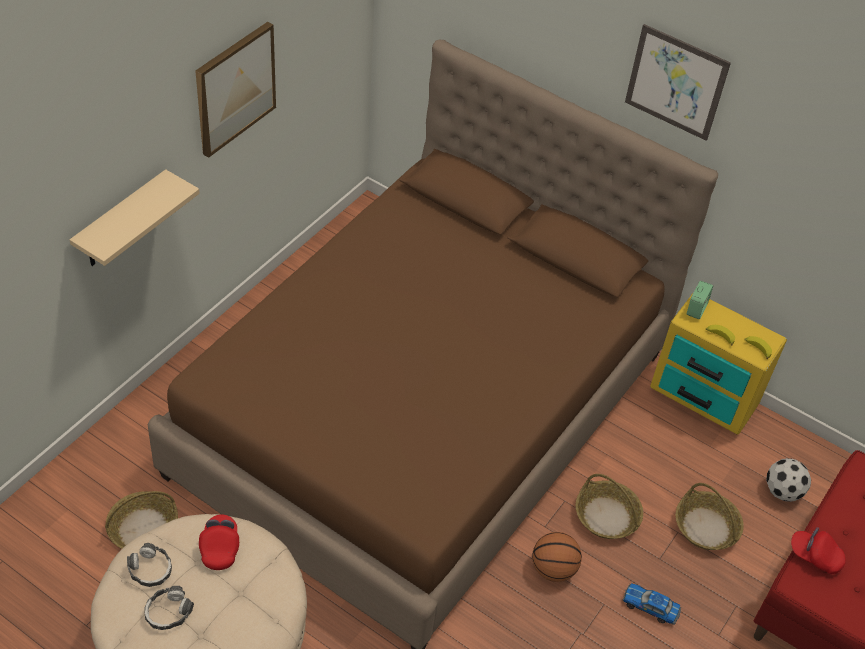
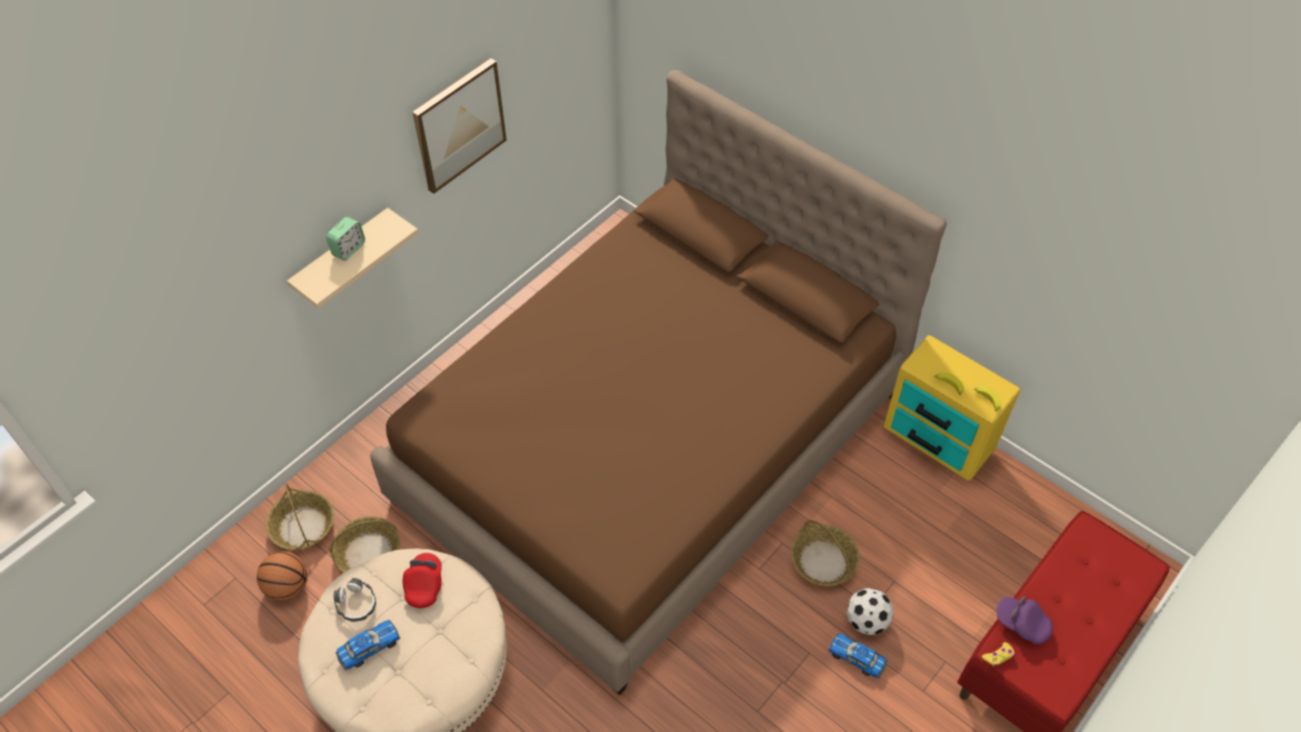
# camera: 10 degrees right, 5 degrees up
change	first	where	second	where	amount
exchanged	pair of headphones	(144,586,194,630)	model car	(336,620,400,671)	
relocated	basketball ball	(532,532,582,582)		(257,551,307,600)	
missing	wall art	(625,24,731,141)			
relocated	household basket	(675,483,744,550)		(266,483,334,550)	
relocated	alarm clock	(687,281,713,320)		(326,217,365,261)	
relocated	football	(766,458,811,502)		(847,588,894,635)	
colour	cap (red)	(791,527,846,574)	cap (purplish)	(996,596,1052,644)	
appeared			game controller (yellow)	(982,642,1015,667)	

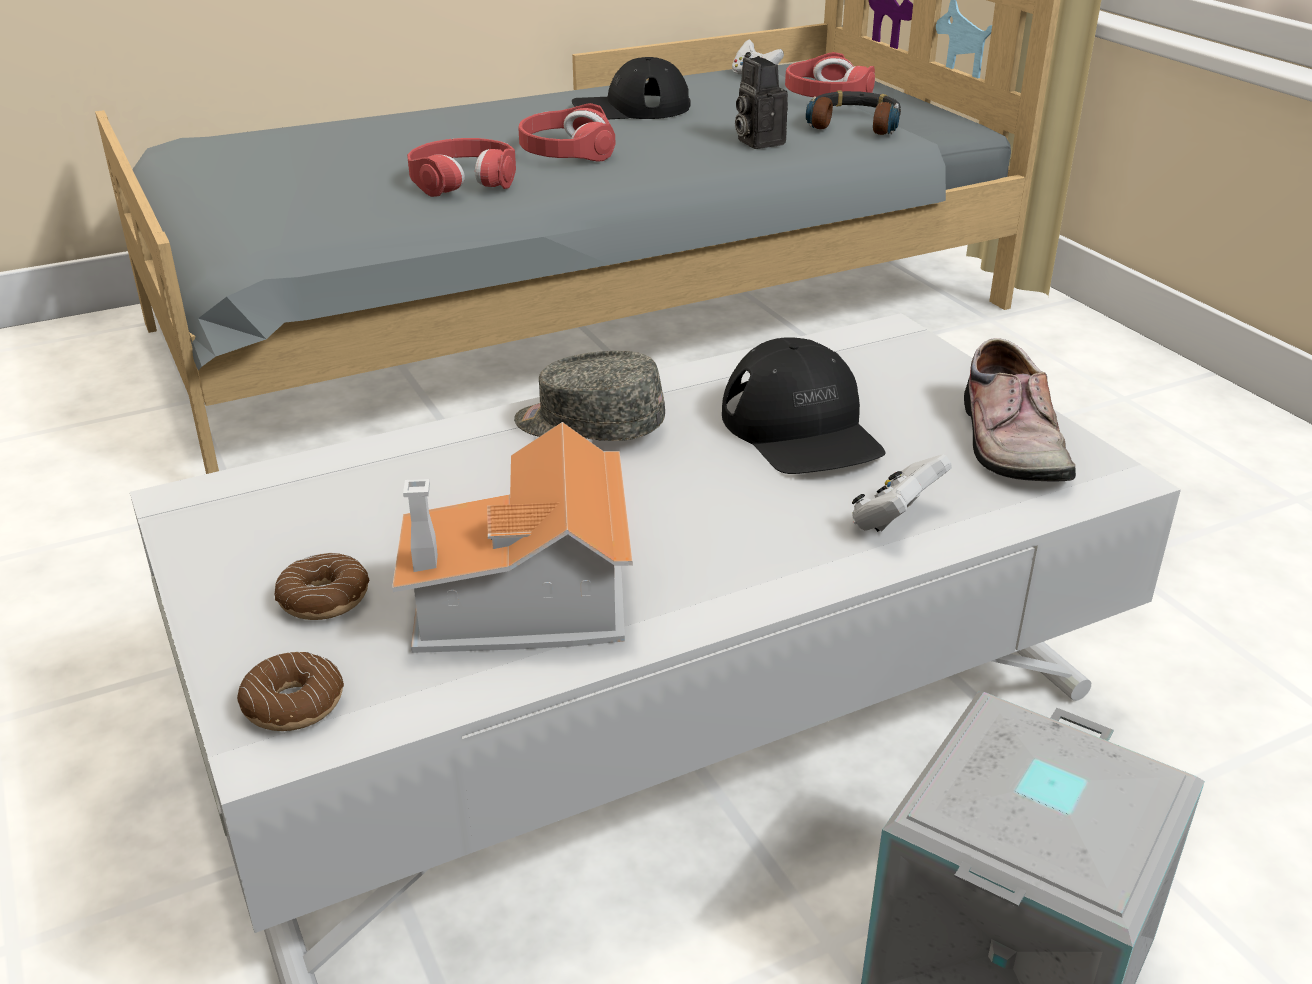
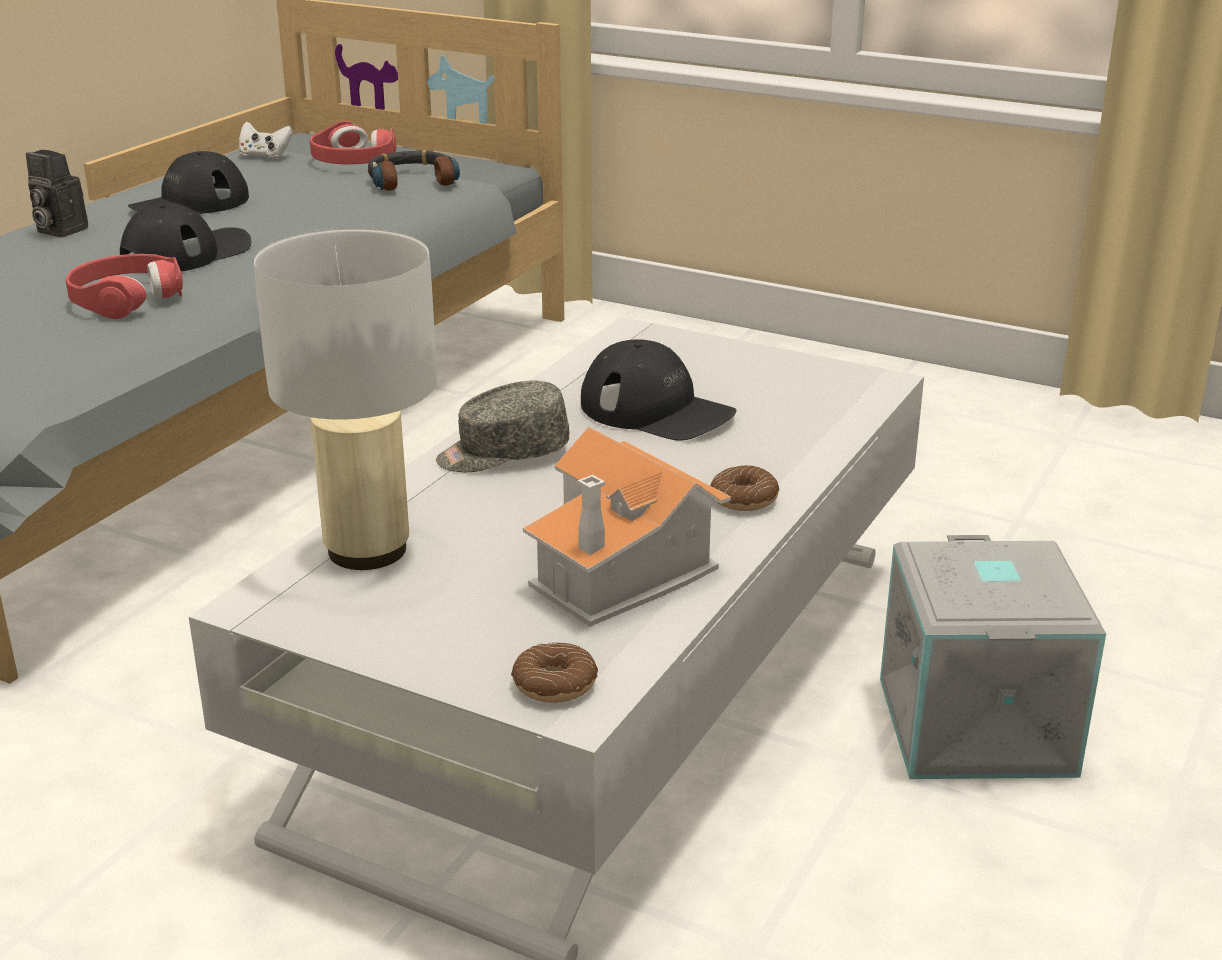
# camera: 35 degrees left, 5 degrees down
change	first	where	second	where	amount
relocated	donut	(274,553,370,620)		(710,465,779,511)	
exchanged	pair of headphones (red)	(518,103,615,162)	cap (black)	(120,203,251,271)	
relocated	photo camera	(735,57,788,149)		(26,150,88,237)	
missing	game controller (white-coloured)	(852,454,952,532)			
missing	item of footwear	(964,338,1076,482)			
appeared			lamp for a table (white-coloured)	(254,228,437,570)	

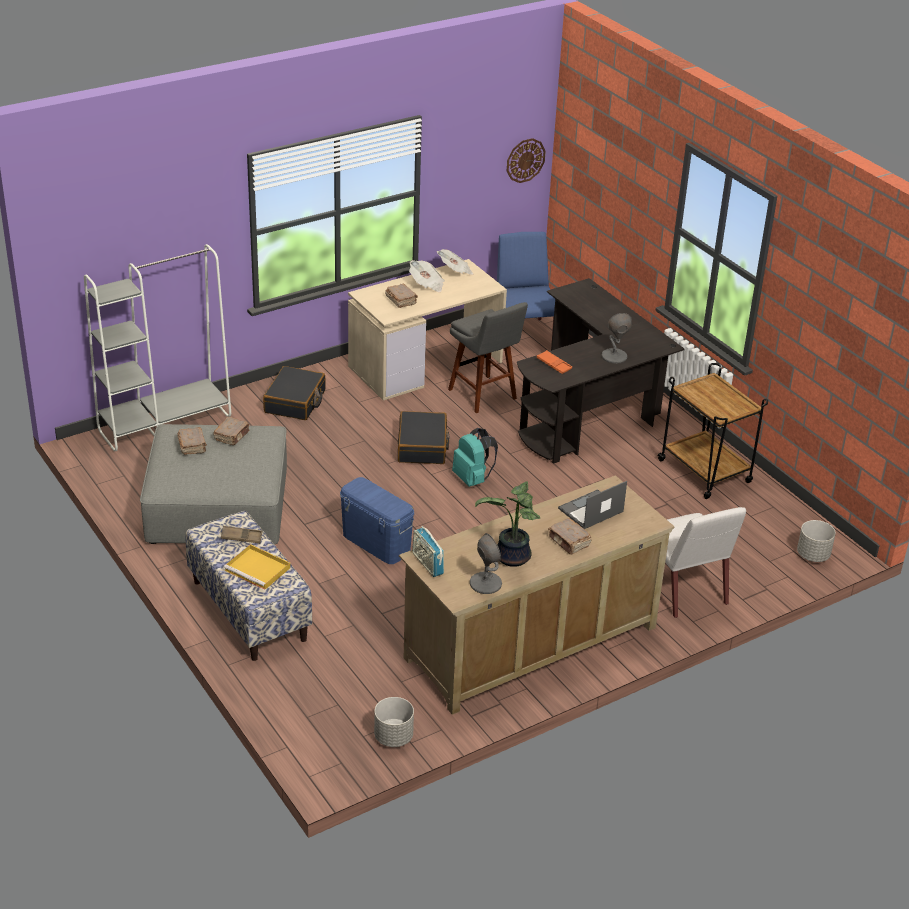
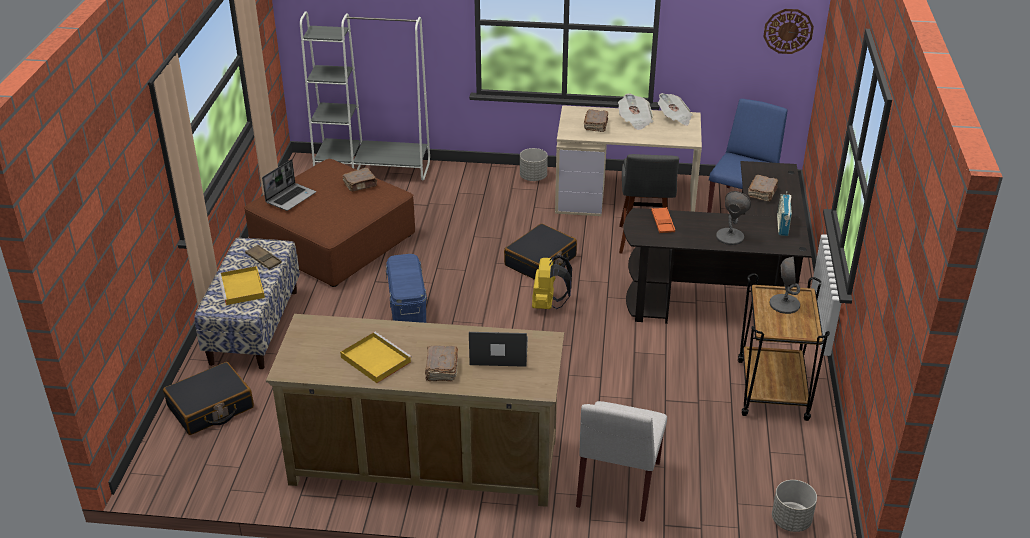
# camera: 40 degrees right, 0 degrees up
change	first	where	second	where	amount
colour	footrest (gray)	(140,424,287,545)	footrest (brown)	(244,159,415,287)	
relocated	volume (brown)	(177,427,207,455)		(748,175,778,201)	
relocated	suitcase (black)	(263,366,326,420)		(163,362,254,435)	
relocated	flower pot (gray)	(374,697,414,747)		(520,148,548,181)	
relocated	radio	(412,526,444,577)		(777,191,792,236)	
colour	backpack (turquoise)	(452,428,498,487)	backpack (yellow)	(532,255,572,309)	
relocated	lamp for a table (gray)	(470,533,502,594)		(769,256,800,314)	
exchanged	plant in a pot	(475,481,540,567)	carrying tray (yellow)	(340,332,412,383)	
appeared			portable computer	(262,159,316,211)	

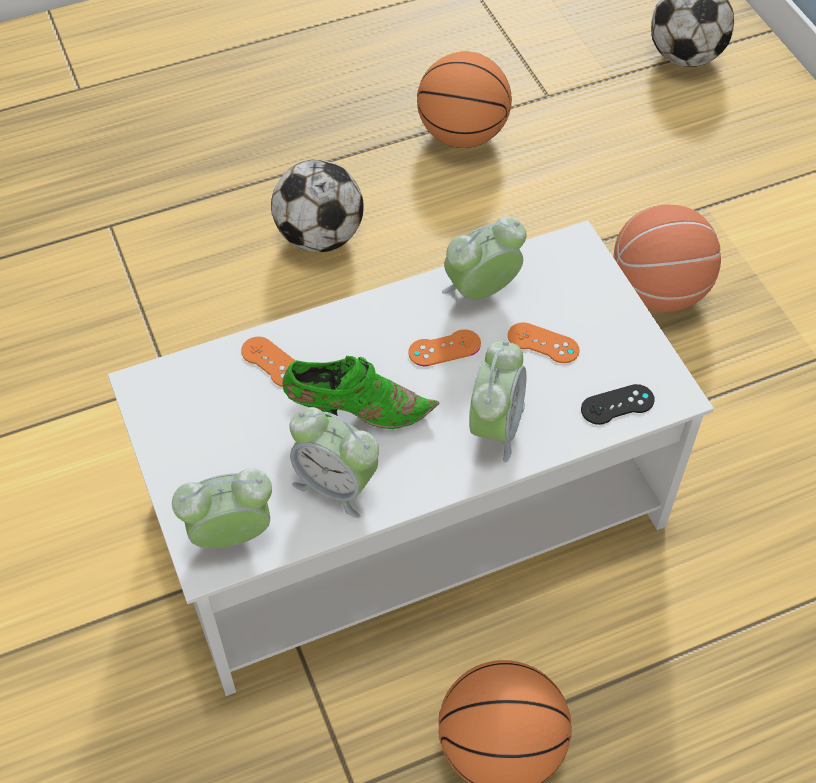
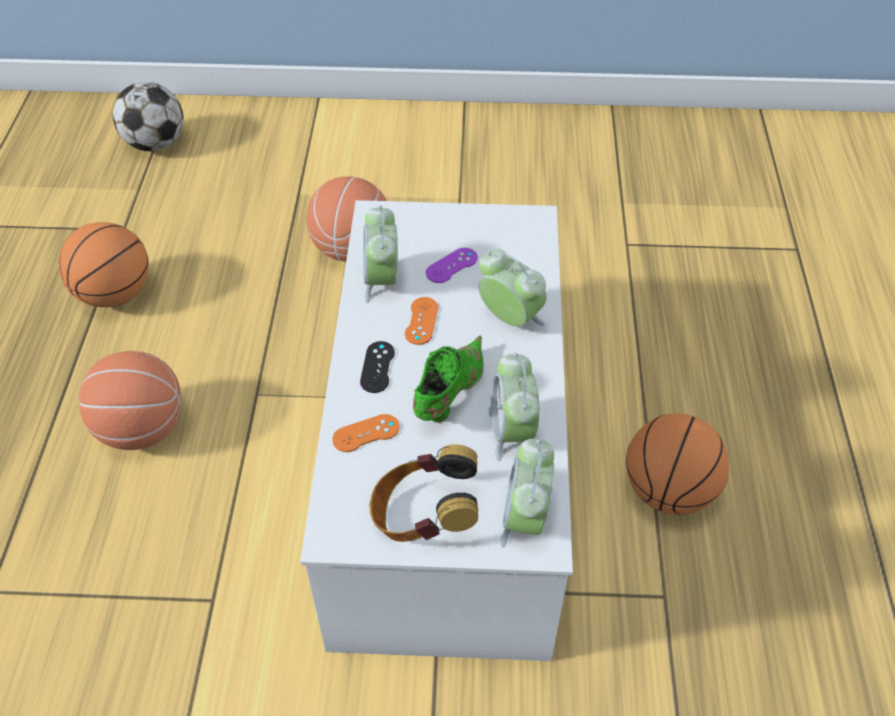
# camera: 65 degrees left, 5 degrees down
change	first	where	second	where	amount
exchanged	football	(271,159,364,252)	basketball ball	(79,351,182,450)	
spun	alarm clock	(289,407,379,518)		(489,353,540,461)	120 degrees clockwise
colour	game controller (orange)	(508,322,579,363)	game controller (purplish)	(426,248,478,283)	
relocated	game controller (black)	(581,384,655,425)		(360,341,395,393)	
appeared			pair of headphones	(370,444,478,542)	

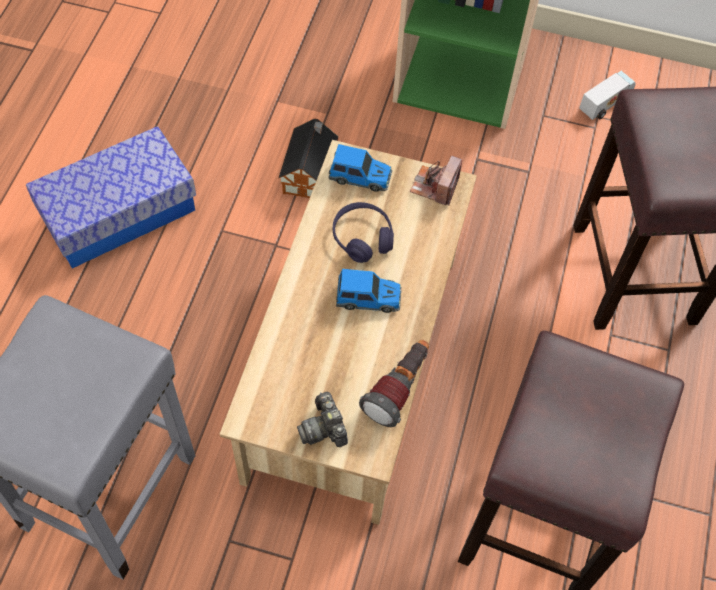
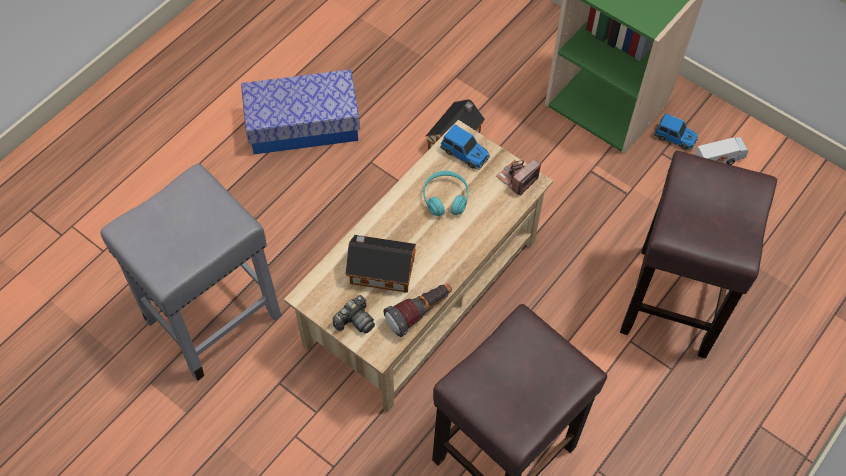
# camera: 25 degrees right, 0 degrees up
change	first	where	second	where	amount
spun	photo camera	(297,392,348,447)		(333,295,375,334)	135 degrees counterclockwise
colour	pair of headphones (purplish)	(333,202,394,263)	pair of headphones (turquoise)	(423,171,468,216)	
relocated	model car	(336,269,401,313)		(654,113,698,150)	
appeared			model house	(345,235,416,293)	

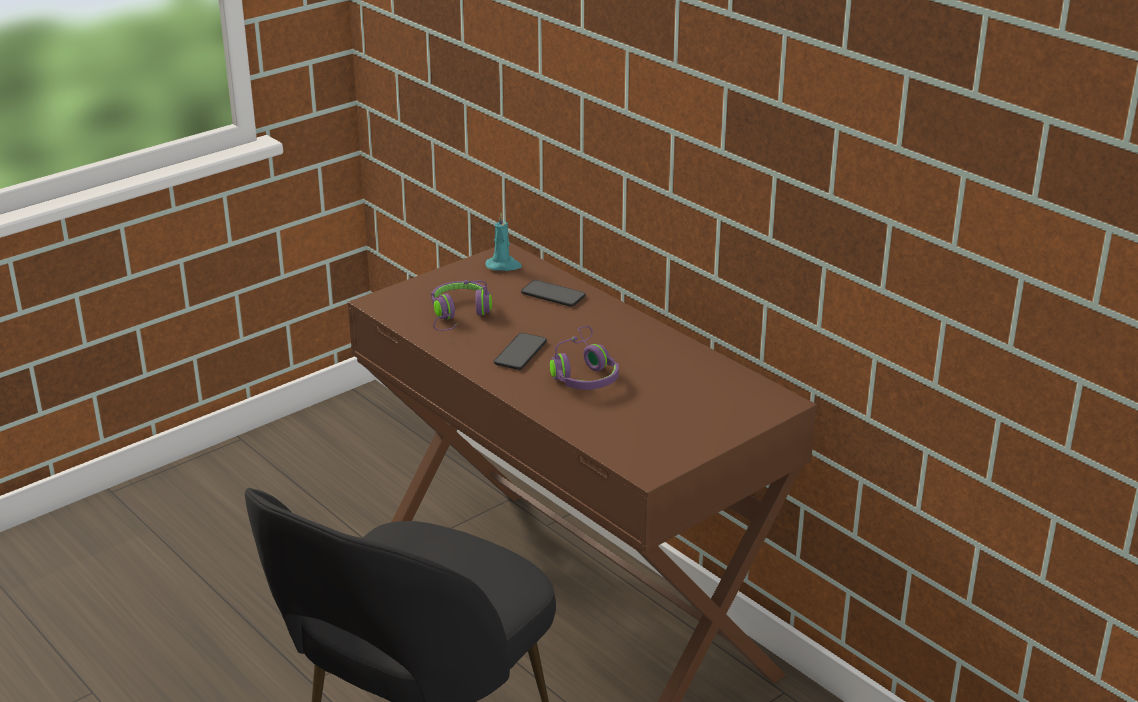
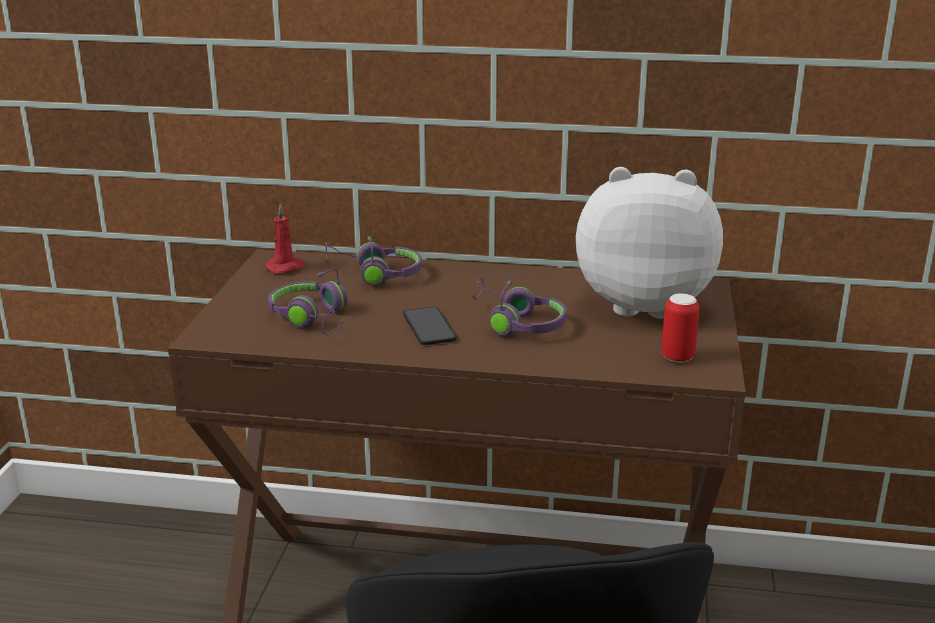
# camera: 40 degrees left, 5 degrees down
change	first	where	second	where	amount
colour	candle (turquoise)	(486,212,522,271)	candle (red)	(265,204,306,274)	
exchanged	handset	(521,280,586,306)	pair of headphones (purplish)	(326,236,422,286)	
appeared			cuddly toy	(576,167,723,319)	
appeared			sealed can	(661,293,700,363)	

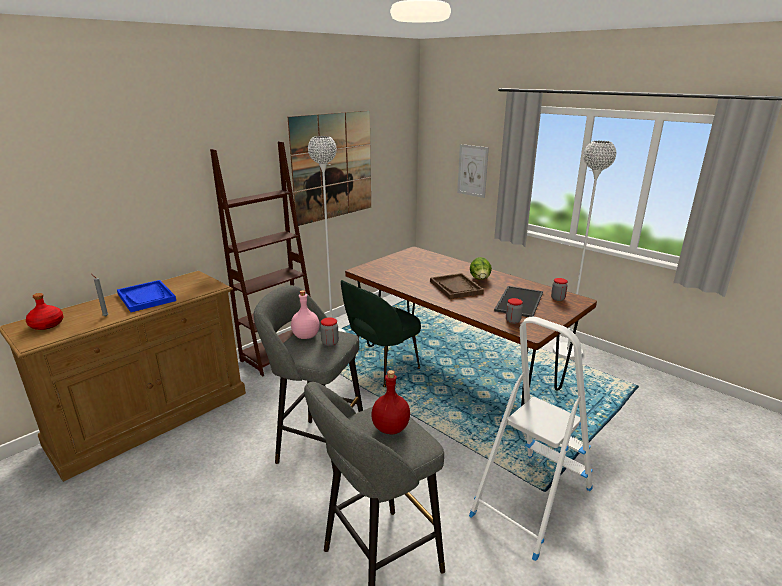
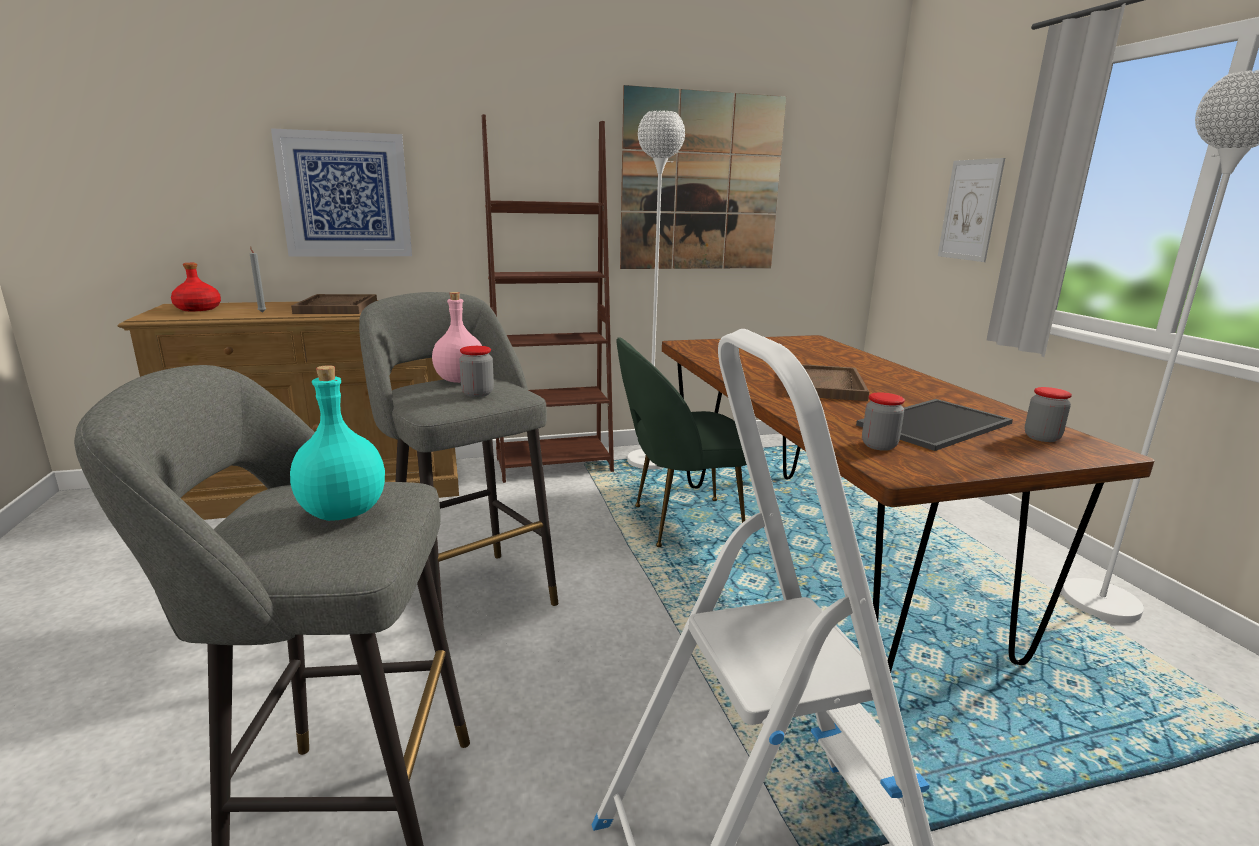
# camera: 30 degrees right, 5 degrees down
change	first	where	second	where	amount
colour	carrying tray (blue-coloured)	(117,280,176,312)	carrying tray (brown)	(291,294,377,314)	
colour	drink bottle (red)	(371,370,410,434)	drink bottle (turquoise)	(290,365,385,521)	
missing	lettuce	(470,257,492,280)			
appeared			wall art	(271,128,412,256)	

